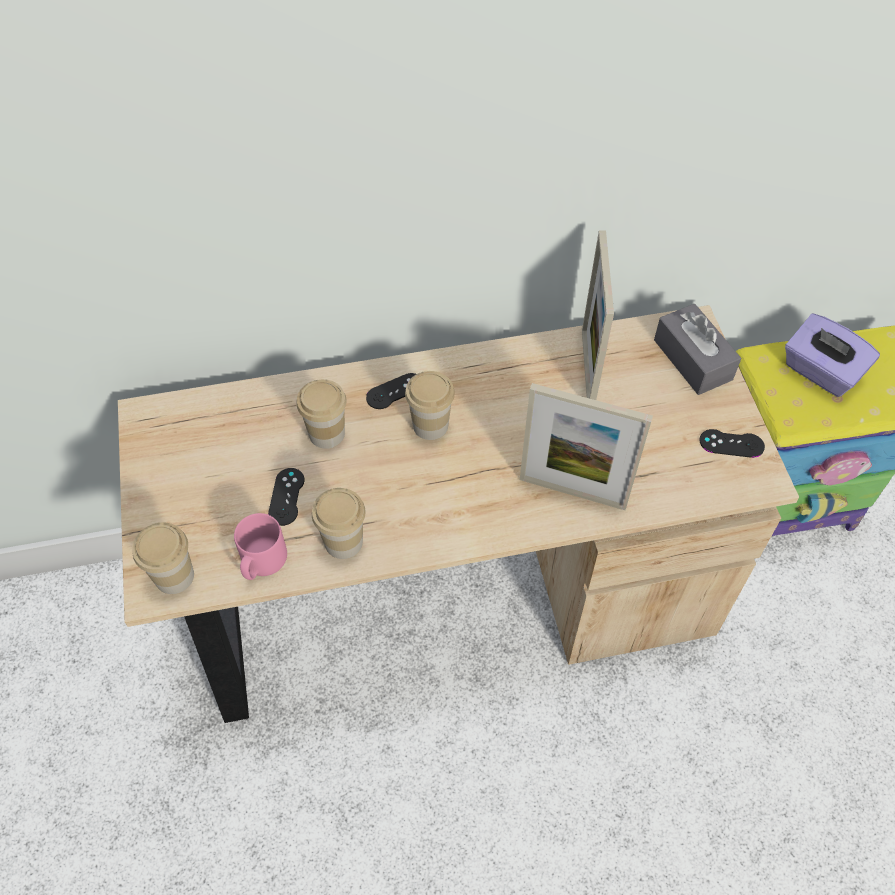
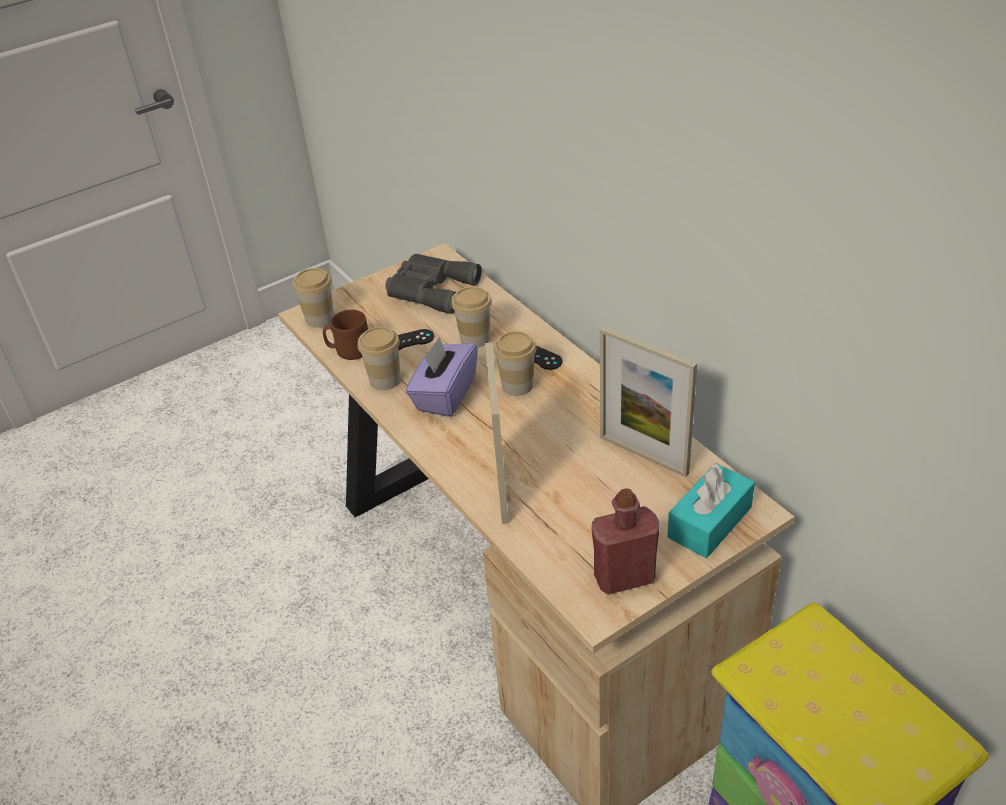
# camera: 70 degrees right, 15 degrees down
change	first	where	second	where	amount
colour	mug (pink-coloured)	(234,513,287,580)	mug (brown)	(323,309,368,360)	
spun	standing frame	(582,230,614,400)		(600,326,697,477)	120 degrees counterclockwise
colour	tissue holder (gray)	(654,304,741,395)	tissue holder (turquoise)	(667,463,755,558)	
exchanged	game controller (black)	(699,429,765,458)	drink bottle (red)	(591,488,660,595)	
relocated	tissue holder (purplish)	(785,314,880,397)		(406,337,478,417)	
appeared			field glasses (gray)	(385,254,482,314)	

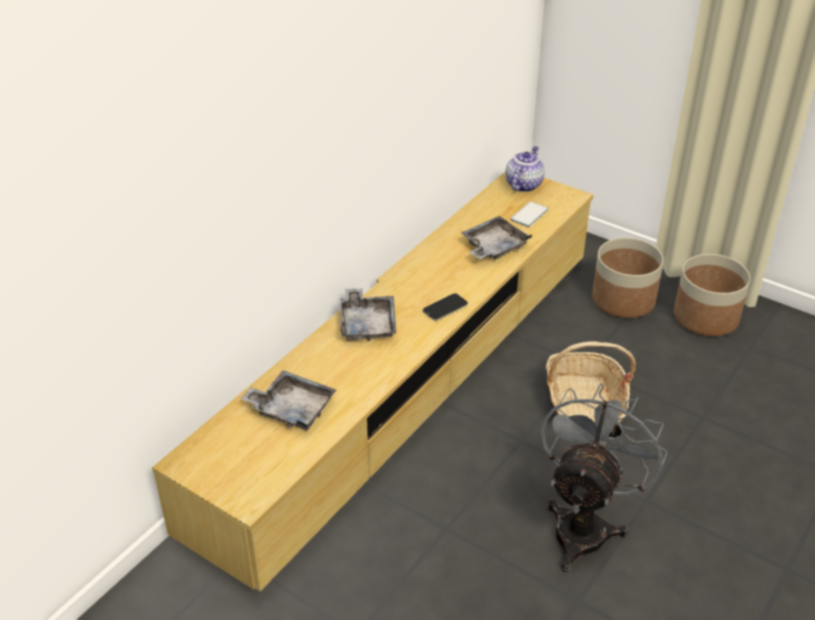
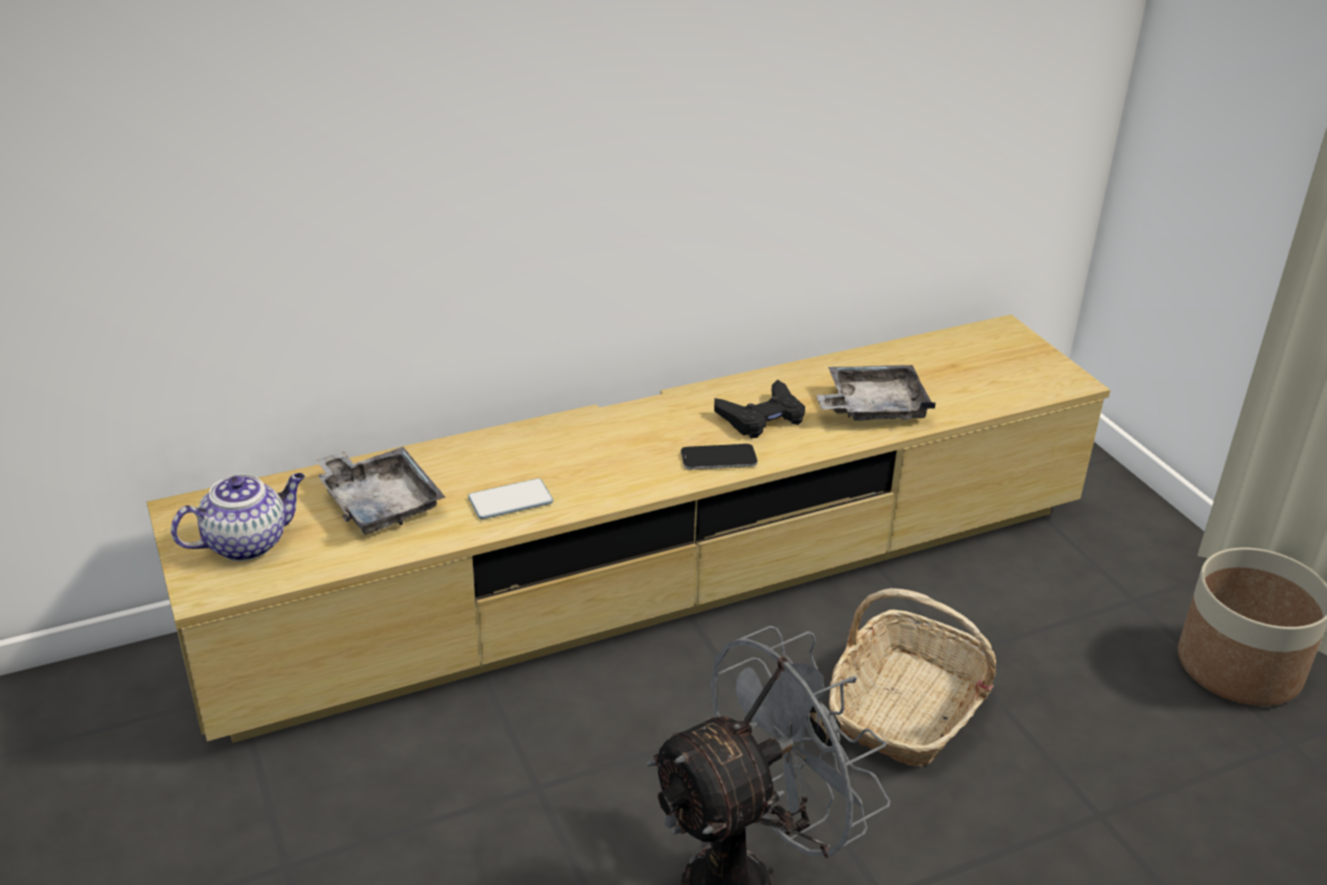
# camera: 30 degrees right, 5 degrees down
change	first	where	second	where	amount
missing	carrying tray (gray)	(340,288,396,341)			
relocated	tea pot	(505,146,545,192)		(171,473,305,561)	
relocated	handset	(511,202,548,227)		(468,478,553,519)	
missing	flower pot	(592,238,664,318)			
appeared			game controller (black)	(714,380,805,438)	

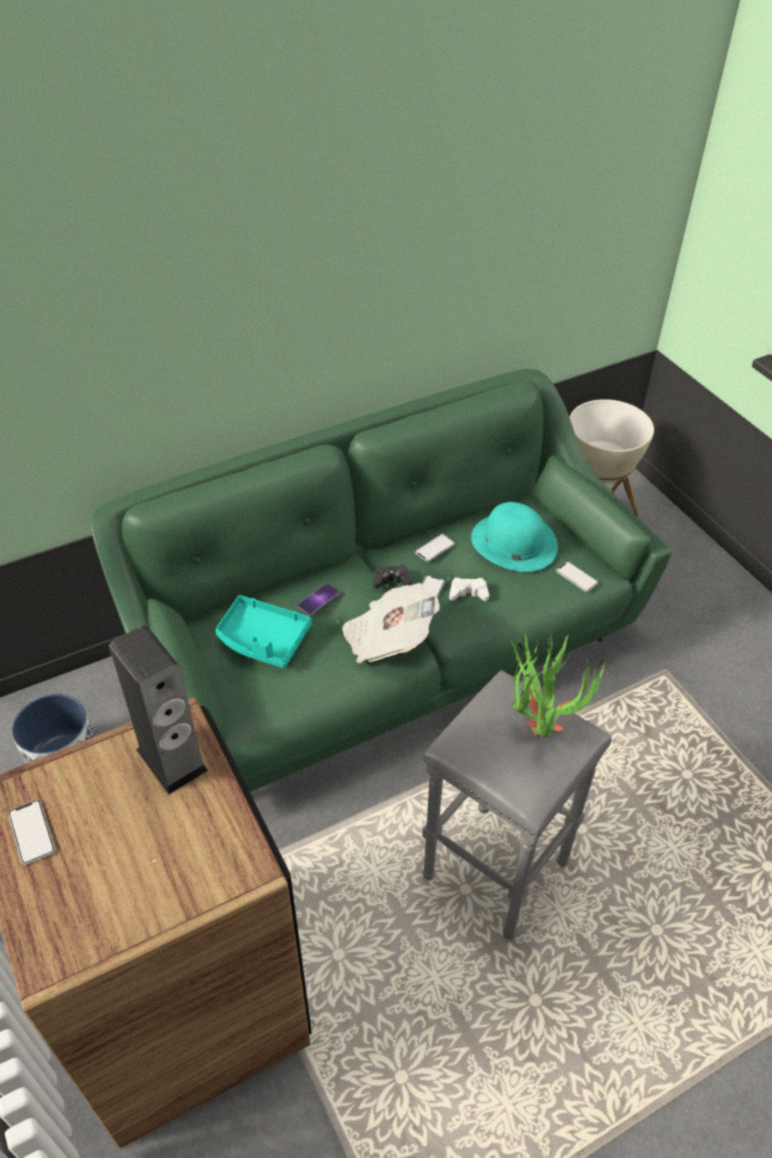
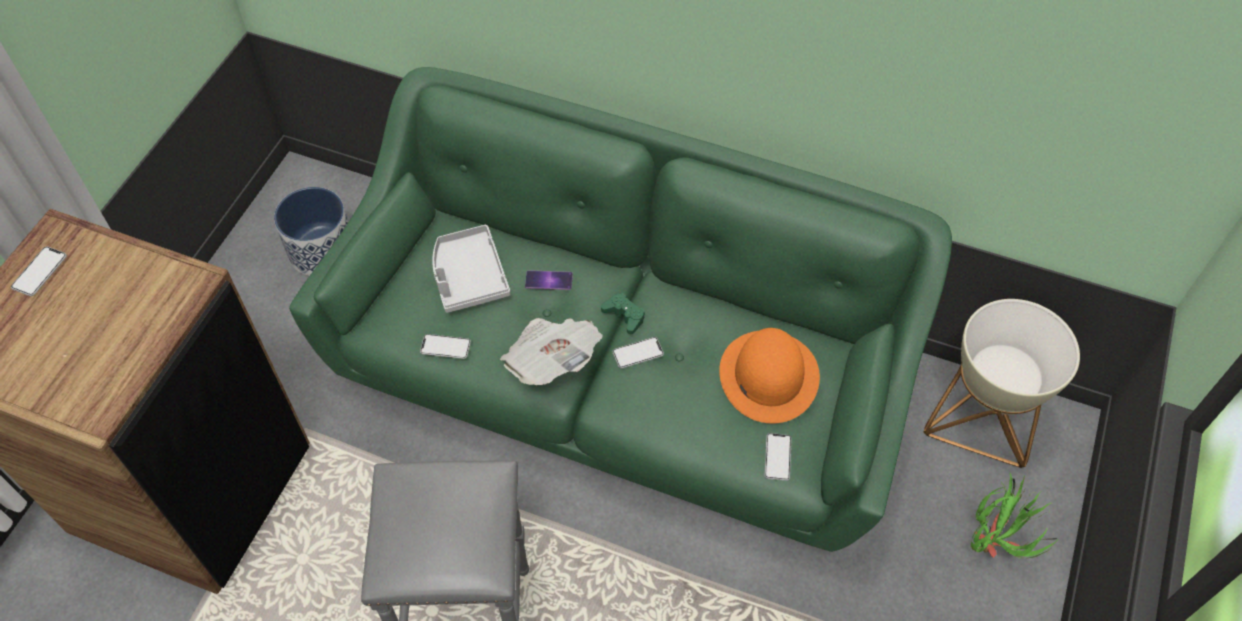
# camera: 50 degrees right, 10 degrees up
change	first	where	second	where	amount
missing	speaker	(109,625,208,795)			
colour	carrying tray (turquoise)	(215,595,312,668)	carrying tray (gray)	(432,225,510,313)	
colour	game controller (black)	(373,565,412,589)	game controller (green-coloured)	(601,293,645,334)	
relocated	handset	(415,534,455,562)		(420,334,471,359)	
missing	game controller (white-coloured)	(449,578,489,601)			
colour	hat (turquoise)	(471,502,558,572)	hat (orange)	(719,328,820,424)	
relocated	plant in a pot	(510,632,610,738)		(971,473,1057,558)	

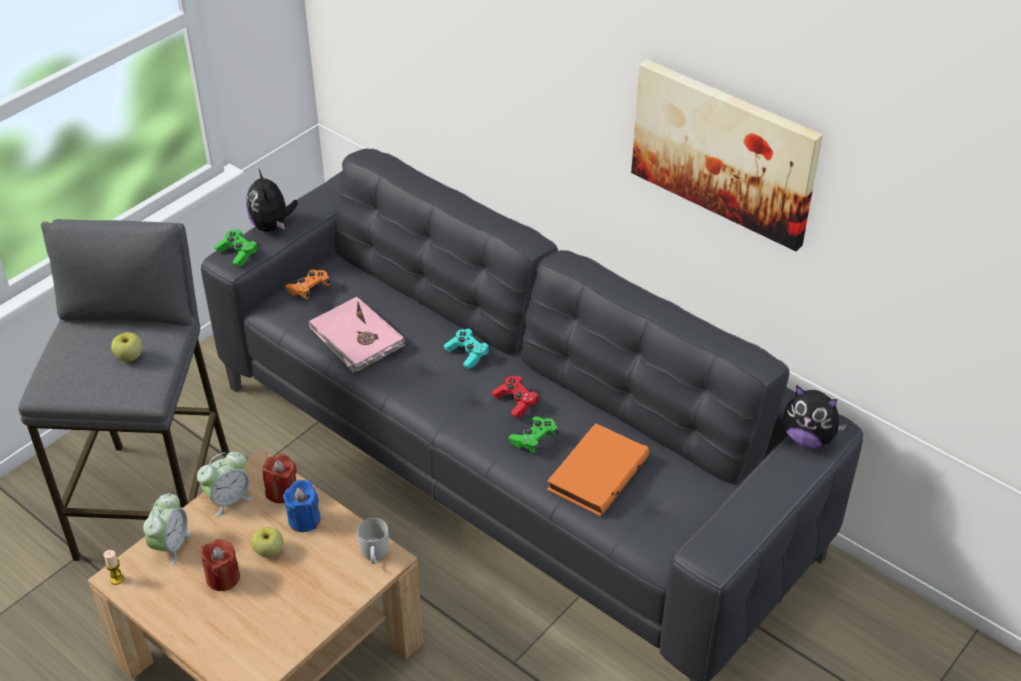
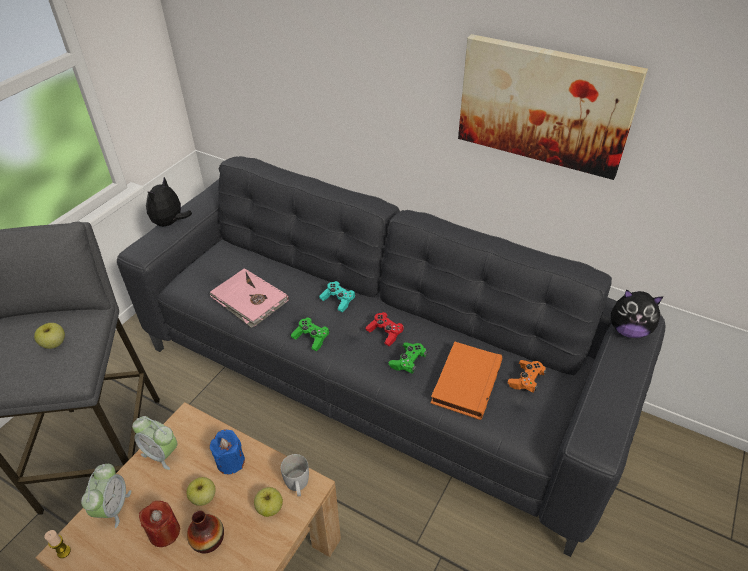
# camera: 10 degrees left, 0 degrees up
change	first	where	second	where	amount
spun	alarm clock	(197,452,253,517)		(132,416,177,470)	75 degrees clockwise
relocated	game controller (green-coloured)	(214,229,259,267)		(291,317,330,351)	
spun	cuddly toy	(246,168,298,232)		(146,177,192,227)	45 degrees clockwise
missing	candle (red)	(263,454,297,503)			
relocated	game controller (orange)	(285,269,330,300)		(508,360,547,393)	
appeared			vase	(187,510,224,553)	
appeared			apple	(254,487,283,517)	

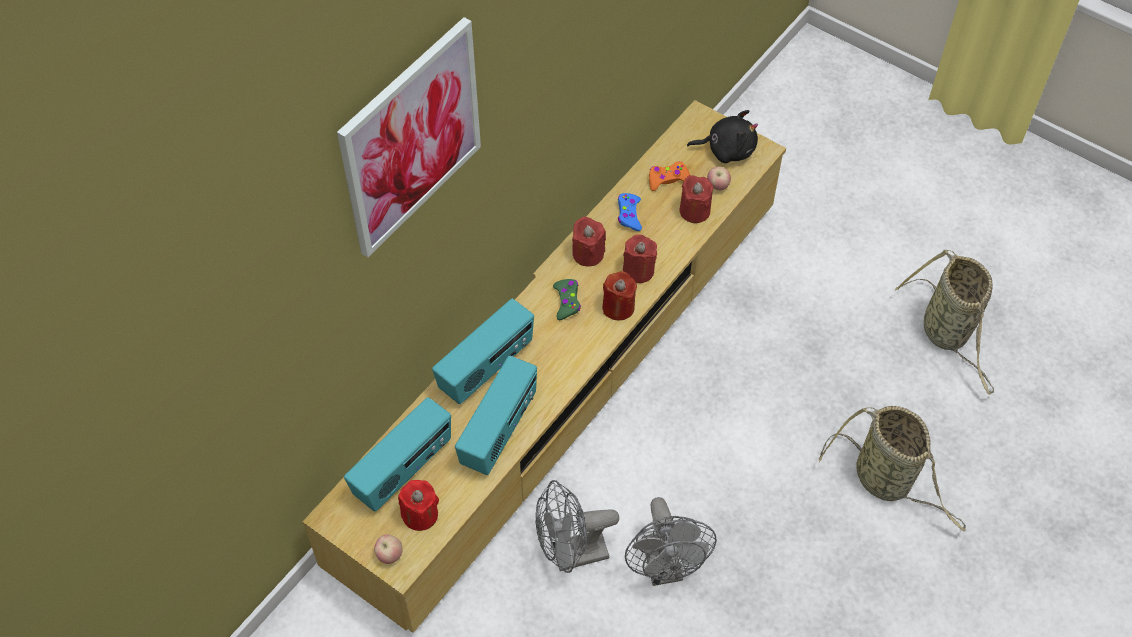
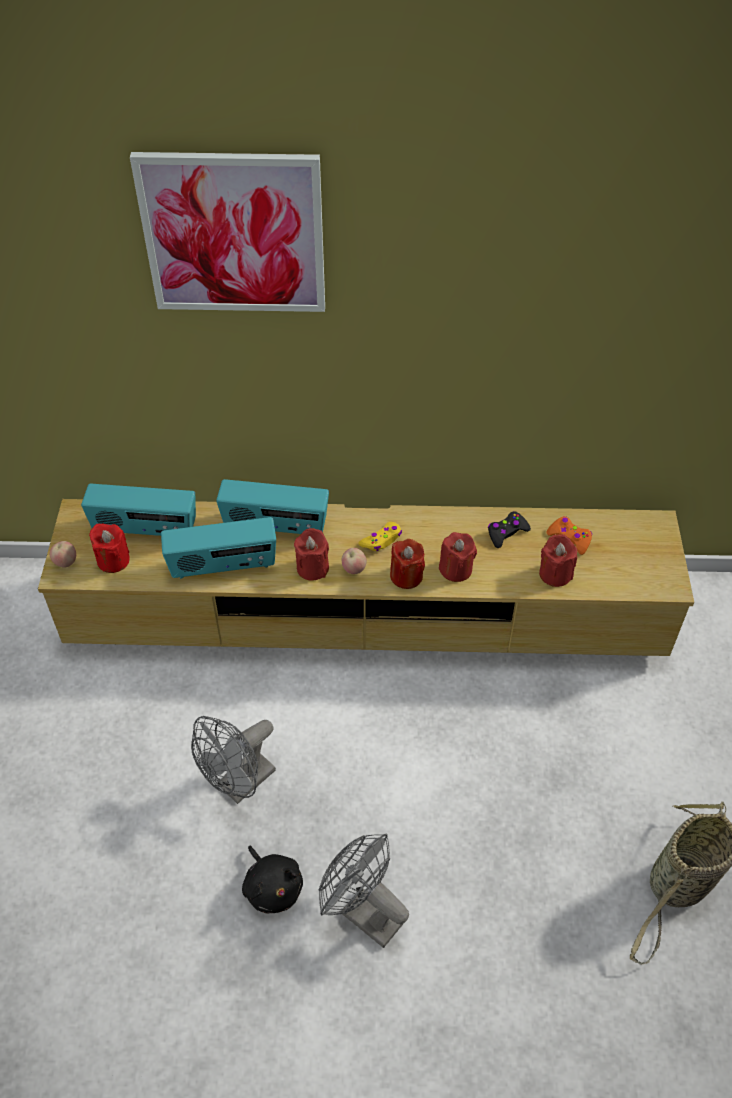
# camera: 55 degrees right, 5 degrees down
change	first	where	second	where	amount
relocated	electric fan (gray)	(535,480,619,573)		(319,833,409,948)	
colour	game controller (green-coloured)	(553,279,581,320)	game controller (yellow)	(358,522,402,551)	
relocated	candle (red)	(572,216,606,266)		(294,528,329,581)	
colour	game controller (blue-coloured)	(618,193,642,231)	game controller (black)	(488,511,531,548)	
relocated	cuddly toy (black)	(687,110,758,163)		(242,845,303,914)	
relocated	apple	(707,167,731,191)		(341,548,367,574)	
missing	household basket	(819,406,966,532)			

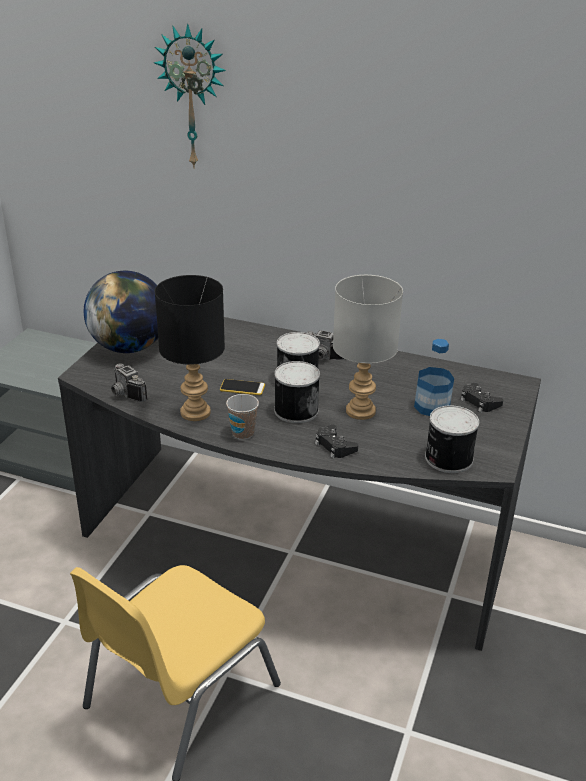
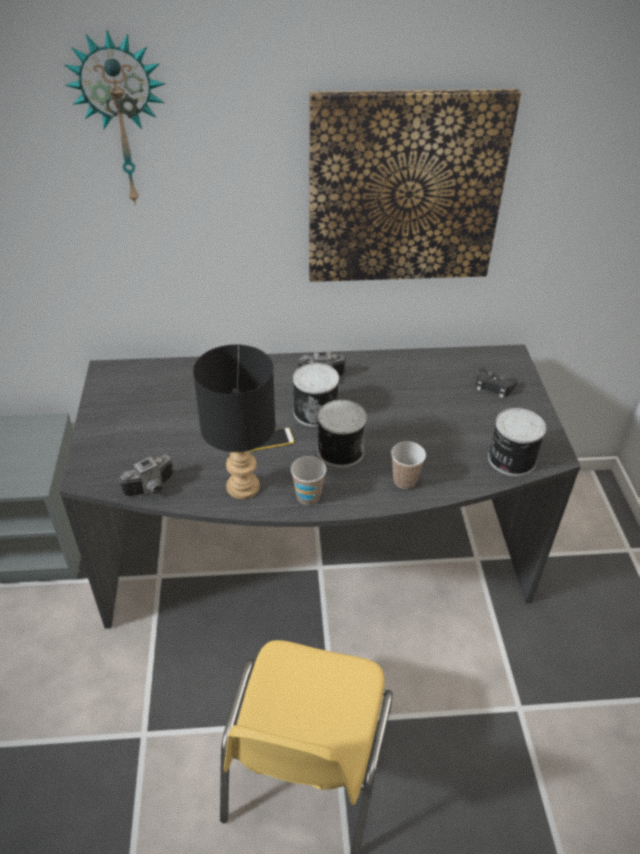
# camera: 25 degrees left, 10 degrees up
change	first	where	second	where	amount
missing	globe	(84,271,158,353)			
spun	photo camera	(111,363,147,402)		(119,455,174,497)	60 degrees counterclockwise
exchanged	game controller (black)	(315,425,358,458)	drinking cup	(391,441,426,489)	
missing	lamp for a table (gray)	(333,275,403,420)			
missing	drink bottle	(414,339,454,416)			
appeared			wall art	(309,89,521,282)	

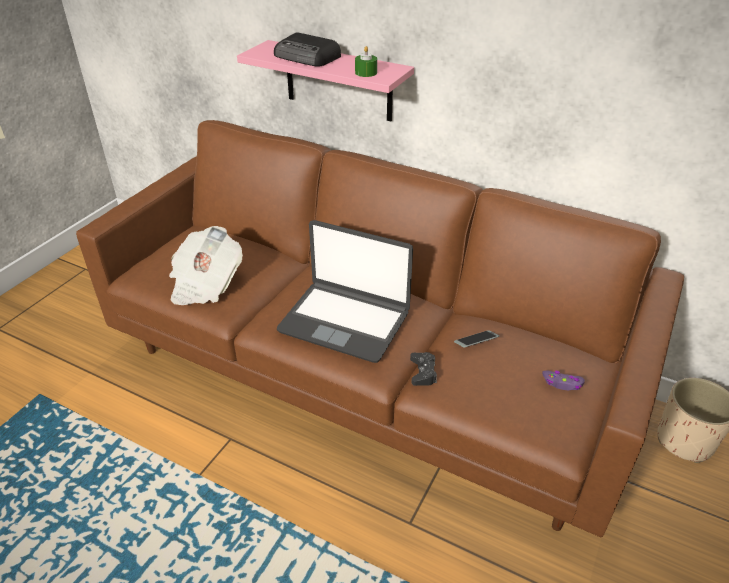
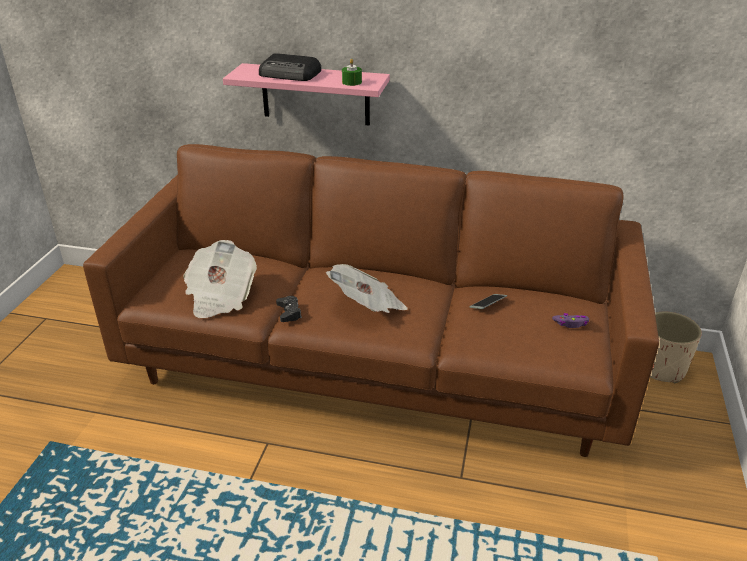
# camera: 15 degrees left, 5 degrees down
change	first	where	second	where	amount
exchanged	portable computer	(277,220,413,363)	newspaper	(326,264,408,313)	
relocated	game controller (black)	(410,352,437,386)		(276,296,302,322)	

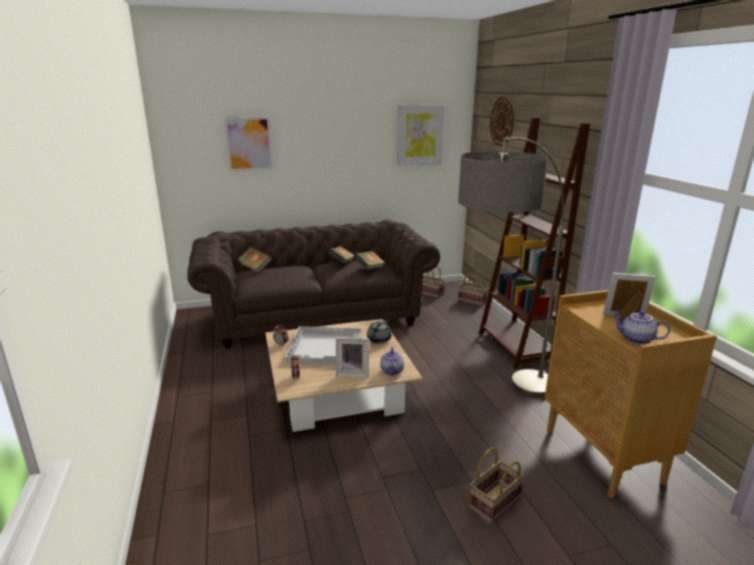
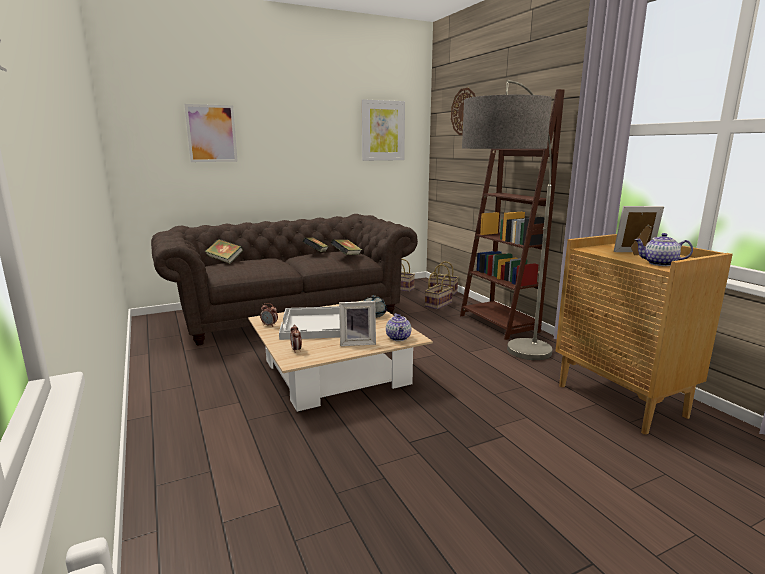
# camera: 10 degrees left, 5 degrees down
change	first	where	second	where	amount
relocated	household basket	(469,447,524,524)		(425,272,453,309)	

